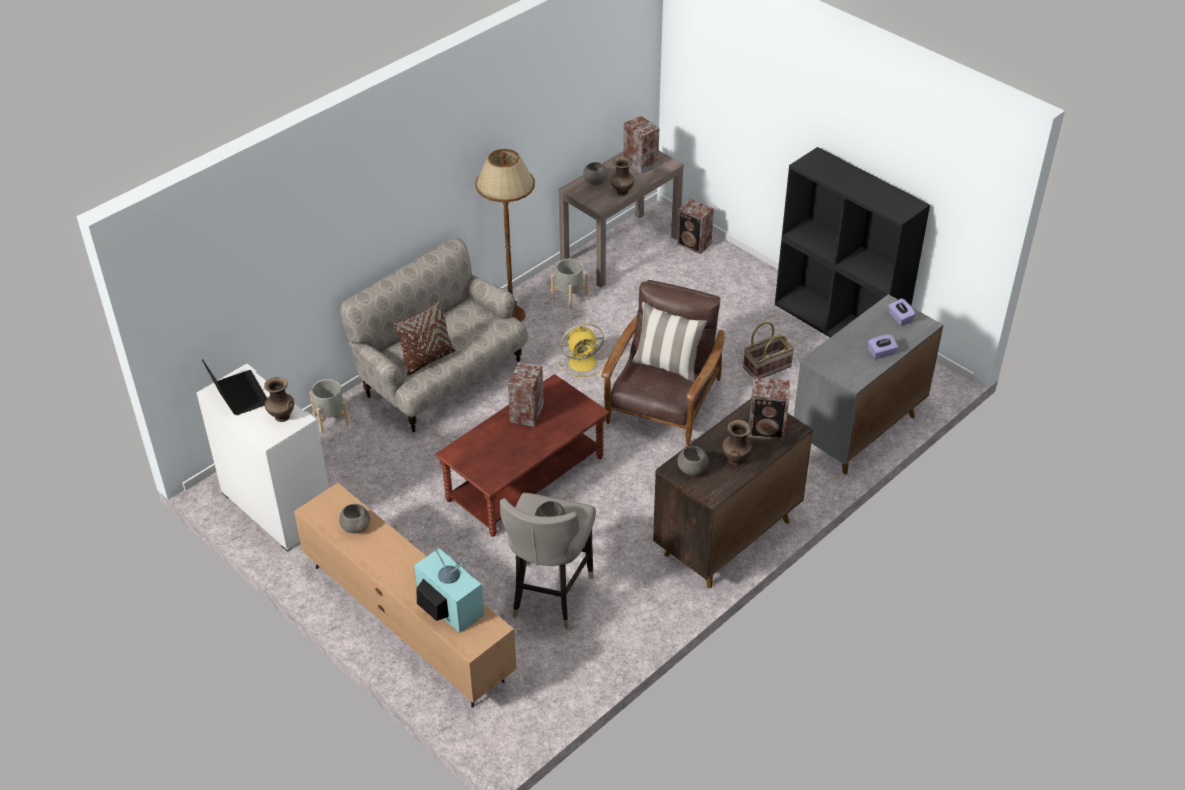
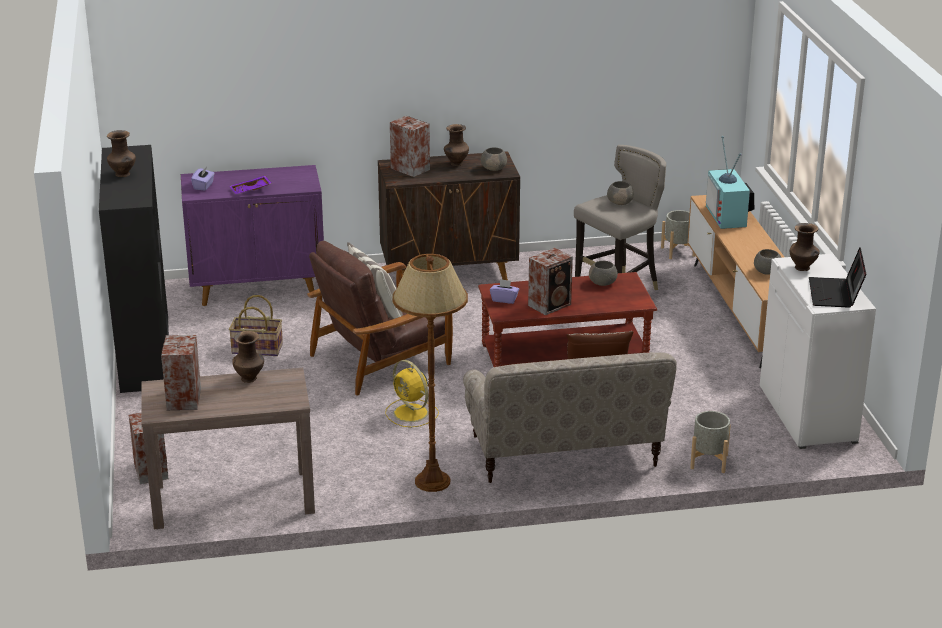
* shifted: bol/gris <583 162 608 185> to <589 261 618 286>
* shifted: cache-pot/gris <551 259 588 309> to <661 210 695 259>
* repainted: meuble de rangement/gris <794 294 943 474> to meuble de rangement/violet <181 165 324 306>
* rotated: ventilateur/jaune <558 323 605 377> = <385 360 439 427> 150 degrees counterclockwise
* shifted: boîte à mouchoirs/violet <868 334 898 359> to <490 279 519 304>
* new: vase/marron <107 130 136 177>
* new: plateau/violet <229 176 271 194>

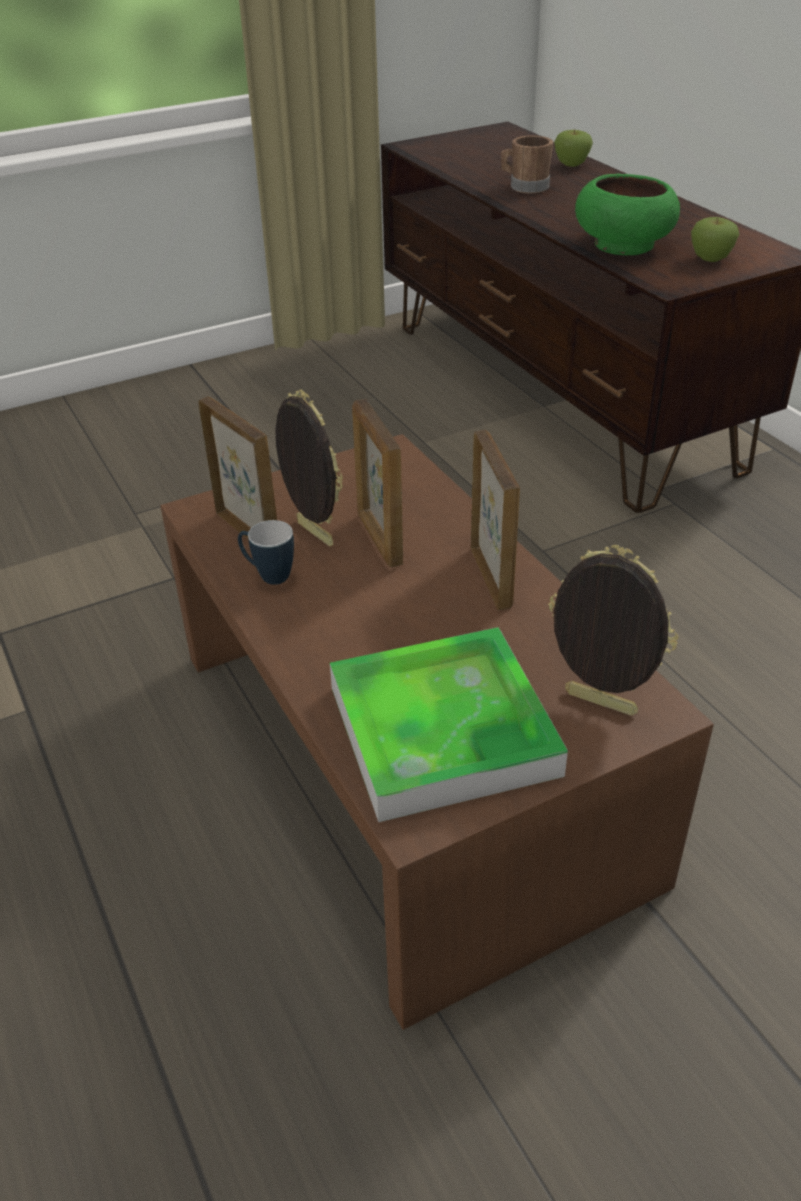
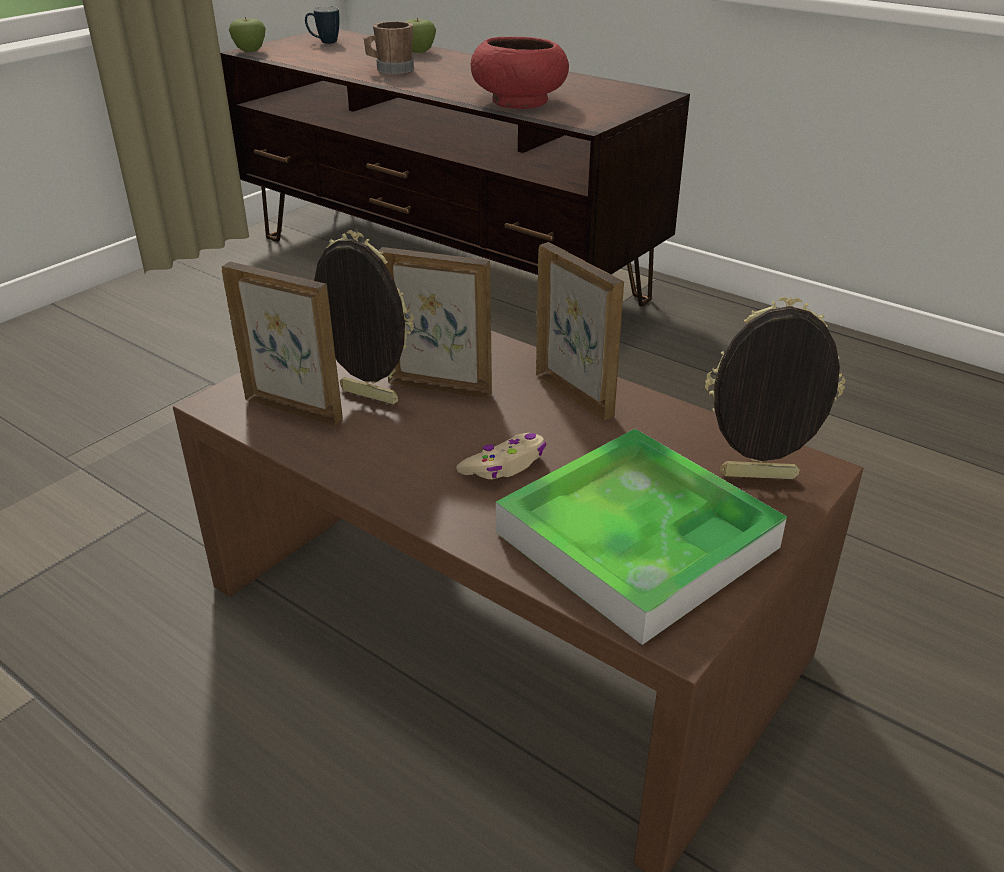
* repainted: bol/vert <575 173 680 255> to bol/rouge <471 37 569 109>
* shifted: pomme <691 217 739 262> to <229 17 266 52>
* rotated: cadre photo <352 399 403 567> = <379 247 492 399> 150 degrees clockwise
* shifted: mug <238 520 294 585> to <305 6 339 44>
* new: manette/beige <456 433 546 479>

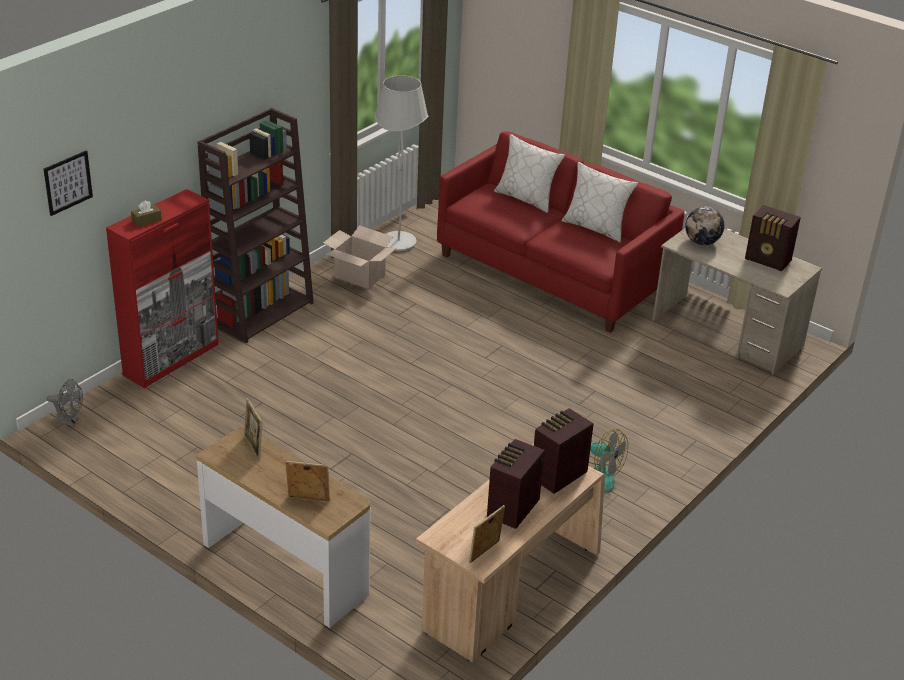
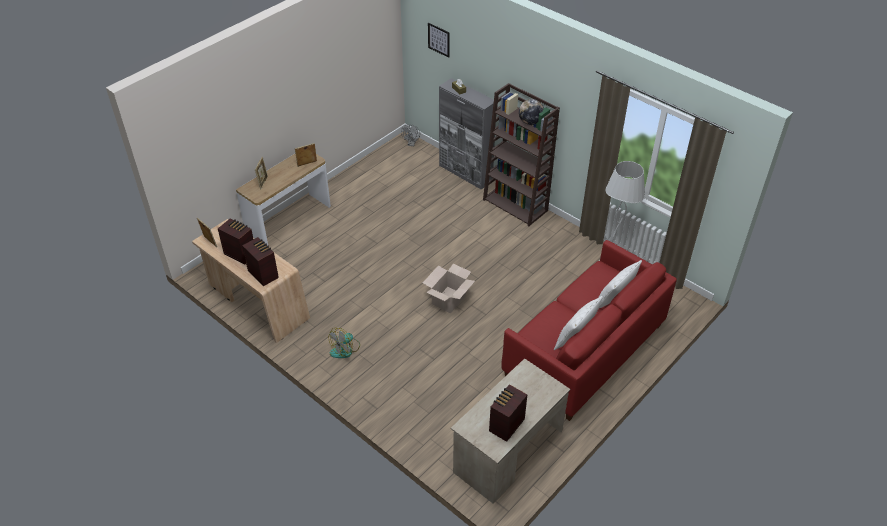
* repainted: meuble de rangement/rouge <106 189 219 388> to meuble de rangement/gris <439 78 496 189>
* shifted: globe <685 206 724 245> to <519 99 544 125>
* shifted: carton <323 225 396 289> to <423 264 475 313>

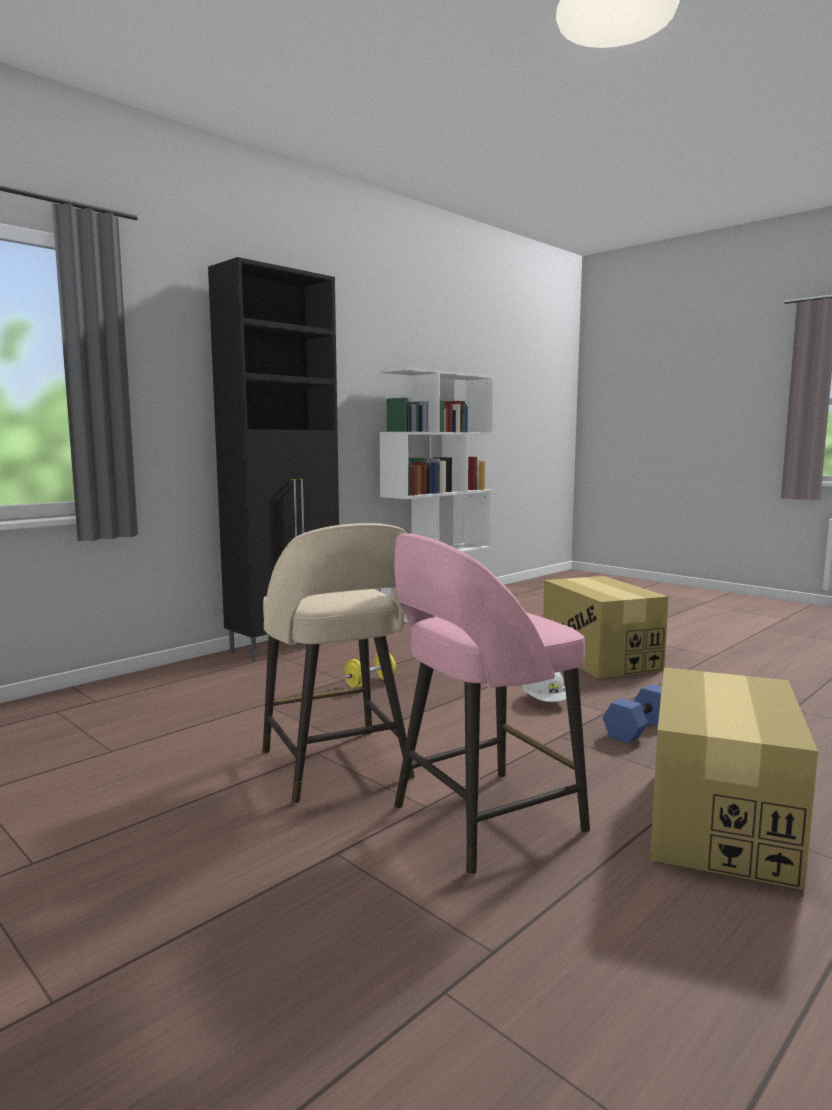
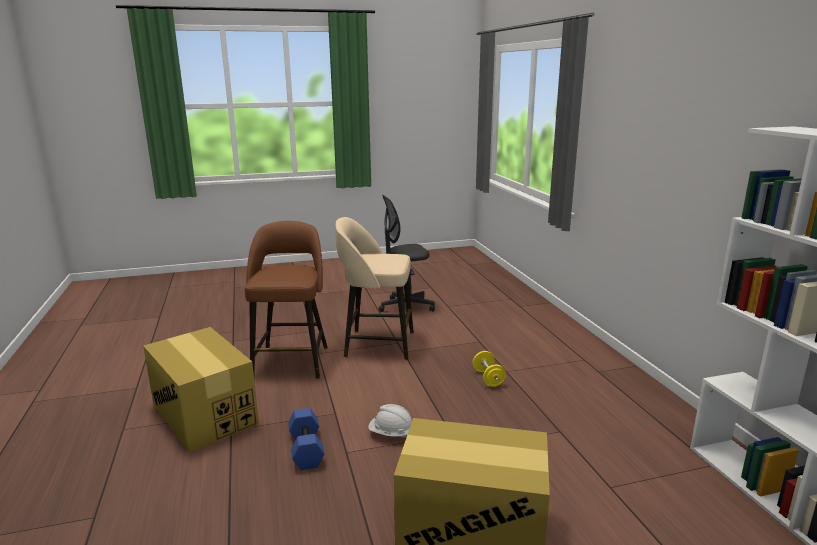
* gone: meuble de rangement/noir <208 257 339 662>
* repainted: tabouret/rose <394 533 590 875> to tabouret/marron <245 221 328 379>
* new: chaise de bureau/gris <379 195 435 314>

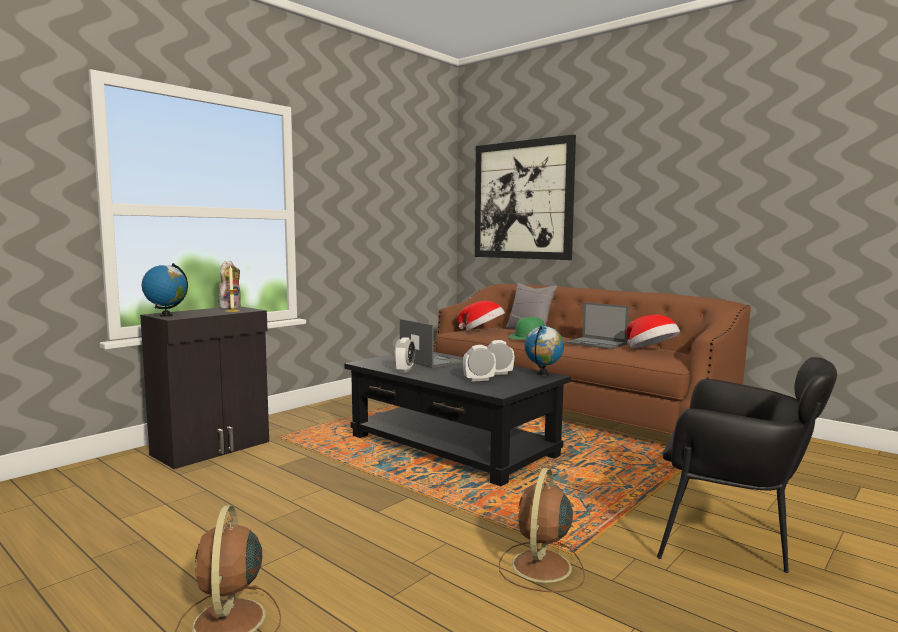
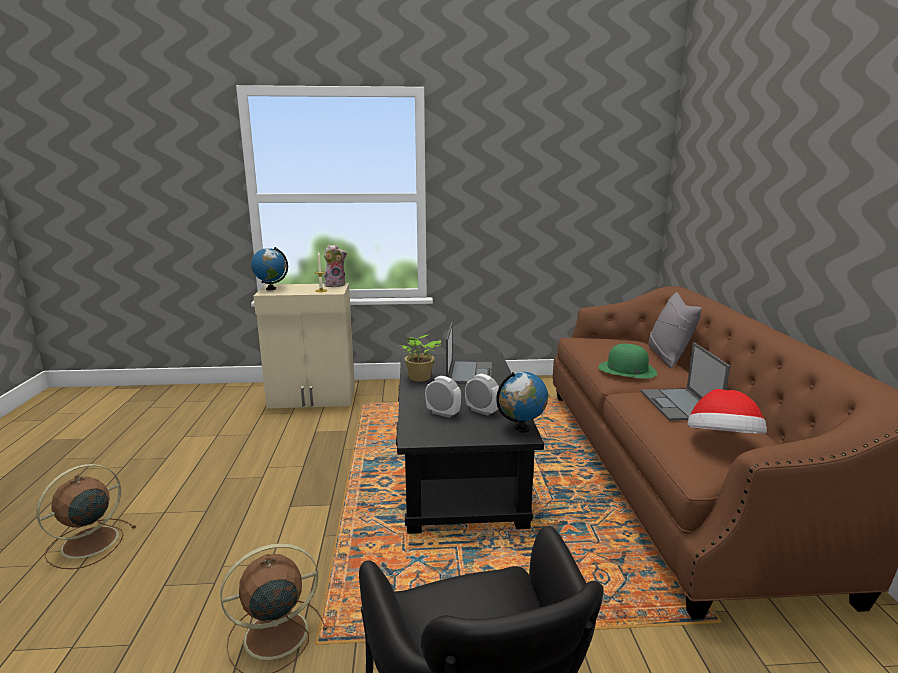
* gone: tableau <475 134 576 260>
* gone: chapeau <458 301 505 331>
* repainted: meuble de rangement/noir <140 307 269 469> to meuble de rangement/beige <254 283 355 408>
* swapped: réveil <394 337 415 373> to plante en pot <400 335 441 382>

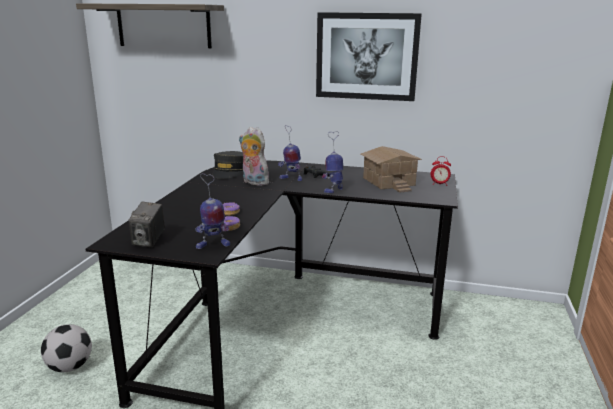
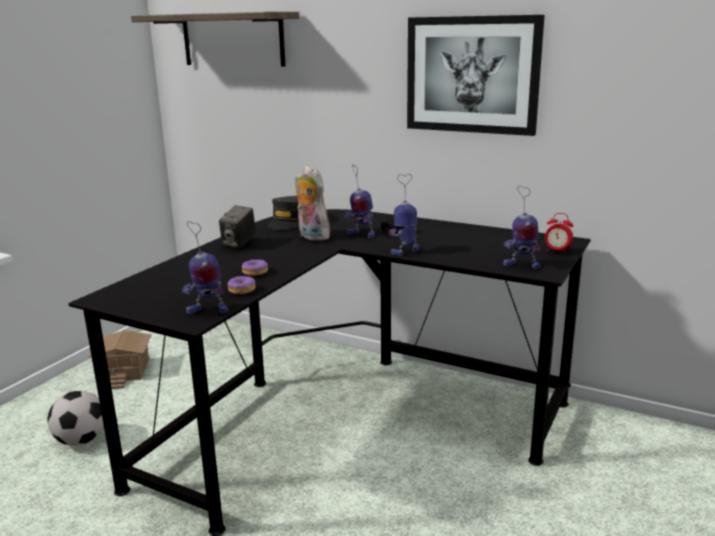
* shifted: maison miniature <361 146 422 193> to <88 330 152 389>
* shifted: appareil photo <128 201 165 247> to <219 205 256 249>
* new: robot jouet <503 185 540 269>

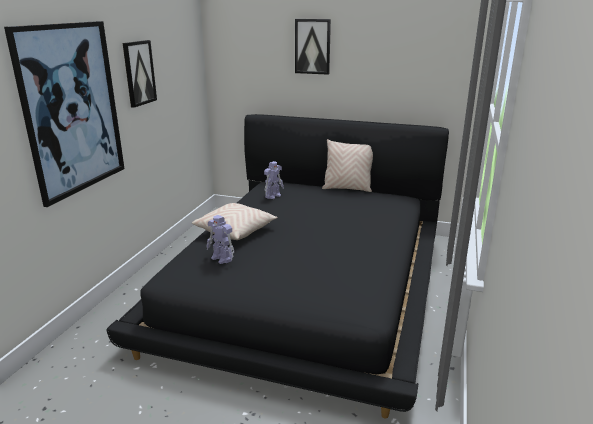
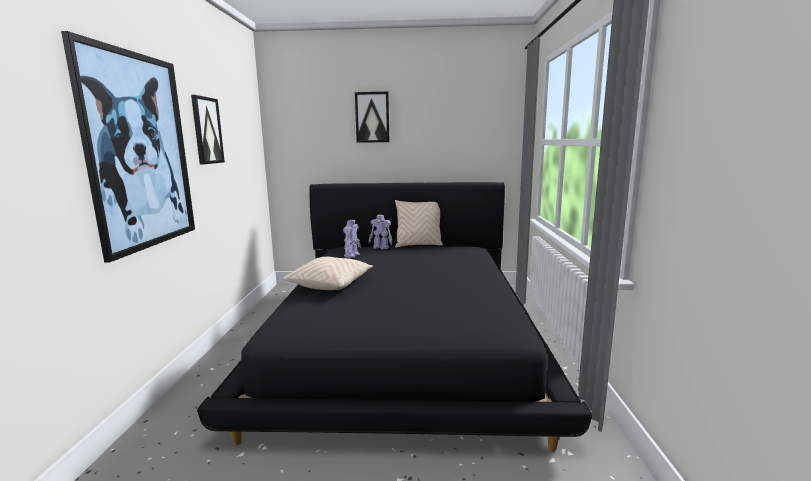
* shifted: robot jouet <207 215 234 264> to <369 215 392 250>

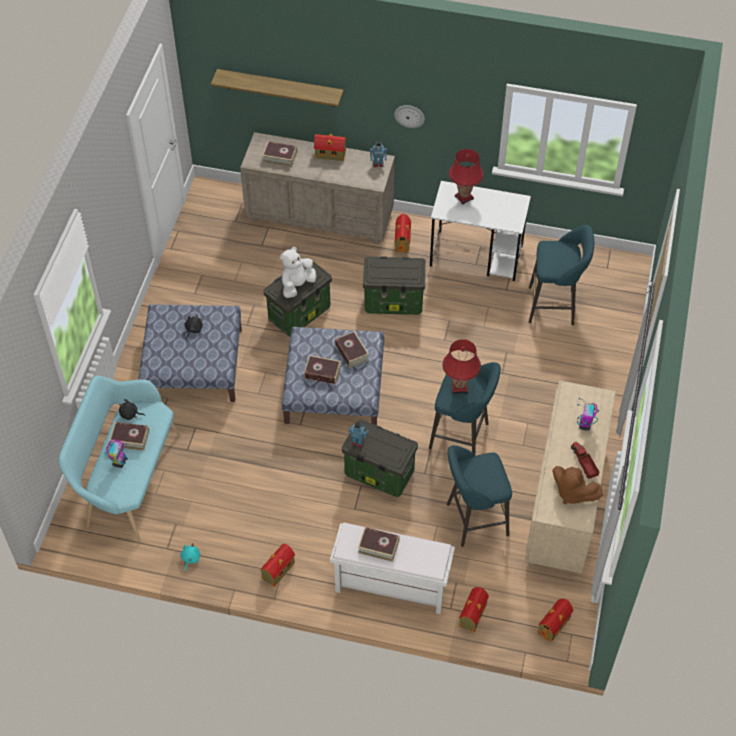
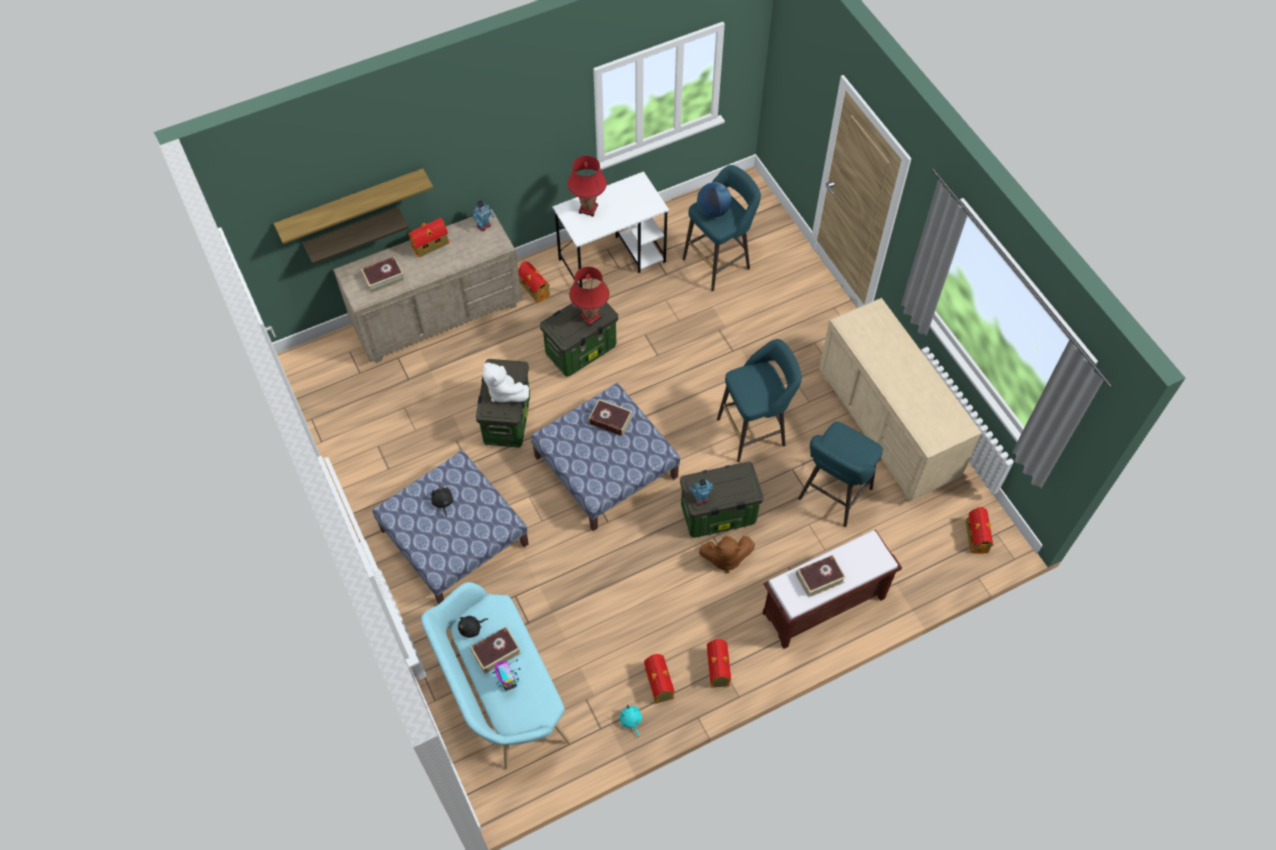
* gone: horloge murale <394 105 425 128>
* rotated: peluche/blanc <280 247 316 298> = <483 362 529 402> 45 degrees counterclockwise
* shifted: lampe de table/rouge <443 339 481 394> to <569 267 609 326>
* gone: livre <304 355 341 384>
* gone: robot jouet <577 398 599 431>
* gone: camion jouet <571 442 599 479>
* shifted: peluche/marron <553 466 603 504> to <699 536 755 573>
* repainted: banc/blanc <330 522 455 614> to banc/marron <763 530 902 649>
* shifted: maison miniature <459 587 489 632> to <644 654 675 704>
* new: globe <697 182 731 217>
* new: étagère <303 207 409 264>

